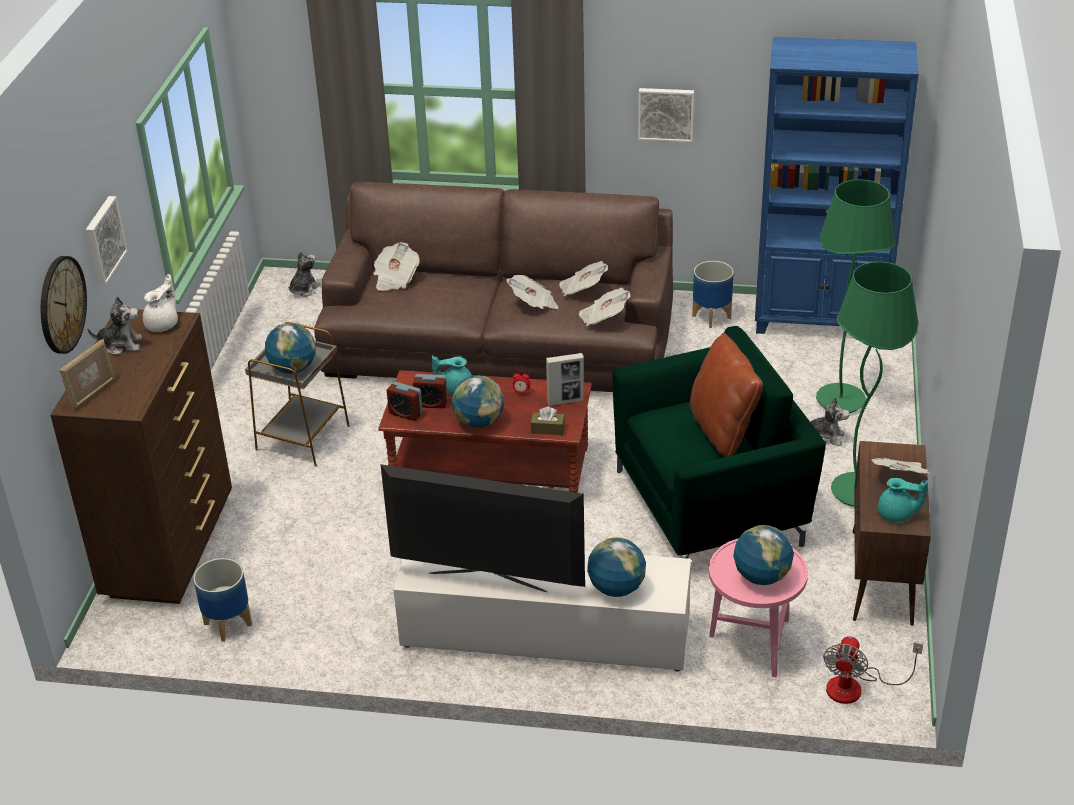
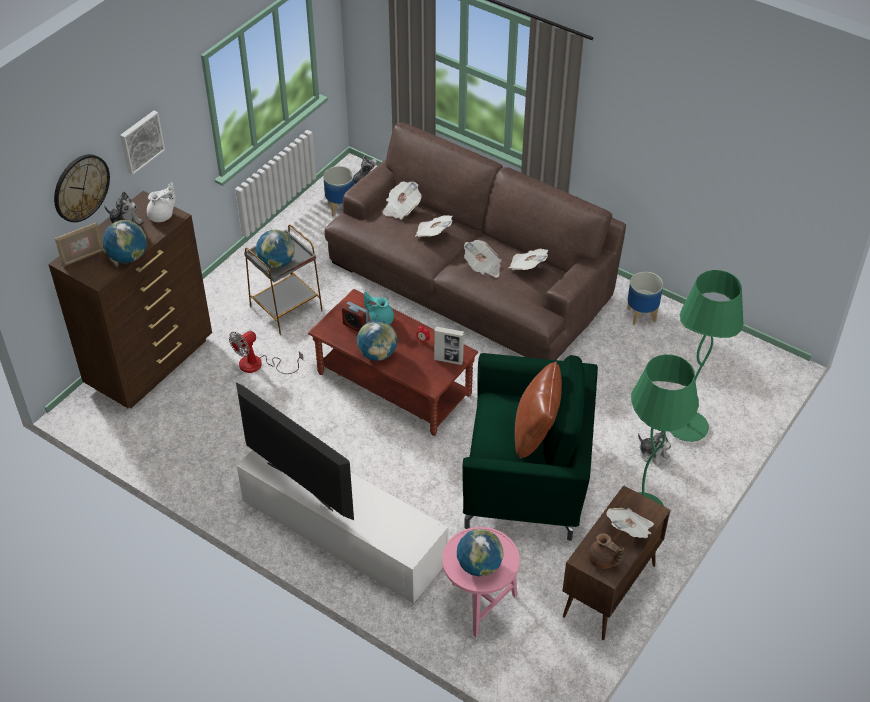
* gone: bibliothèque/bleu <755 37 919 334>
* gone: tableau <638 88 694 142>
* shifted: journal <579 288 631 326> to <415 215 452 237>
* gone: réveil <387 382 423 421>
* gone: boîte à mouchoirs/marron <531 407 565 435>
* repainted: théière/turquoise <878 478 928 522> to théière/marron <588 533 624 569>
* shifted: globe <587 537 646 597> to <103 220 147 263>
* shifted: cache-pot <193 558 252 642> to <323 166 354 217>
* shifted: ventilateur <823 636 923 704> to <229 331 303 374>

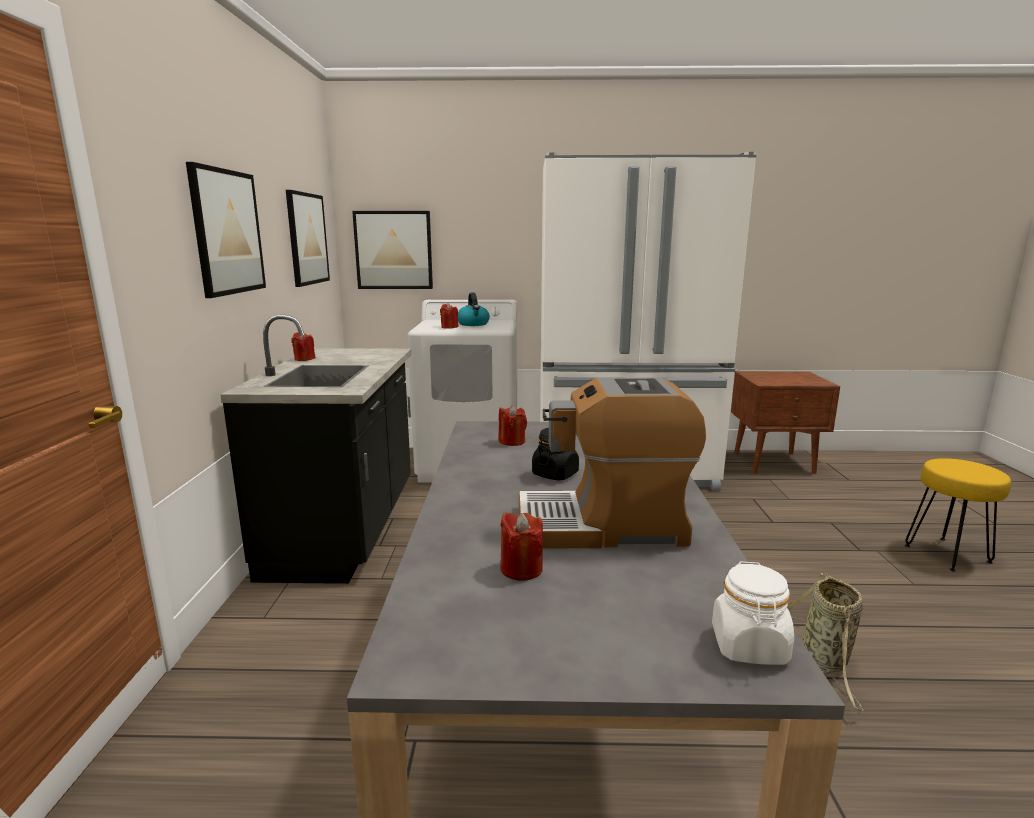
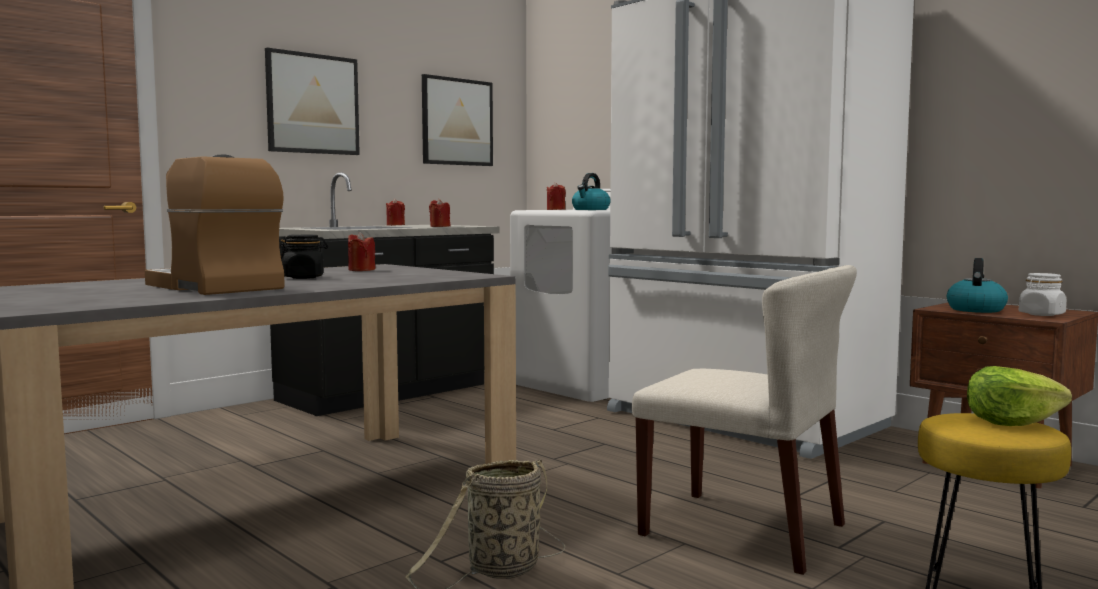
* gone: tableau <352 211 433 289>
* shifted: bougie/rouge <500 512 543 581> to <429 198 450 227>
* shifted: bocal/blanc <712 561 794 665> to <1019 273 1066 316>
* new: bouilloire <947 258 1008 313>
* new: chaise/beige <632 265 857 575>
* new: laitue <967 366 1072 426>

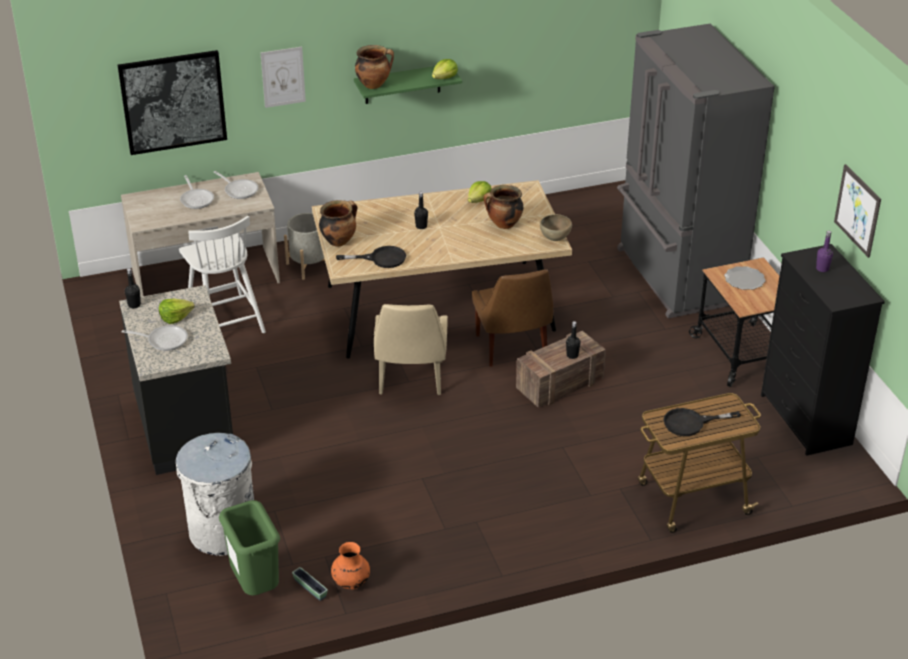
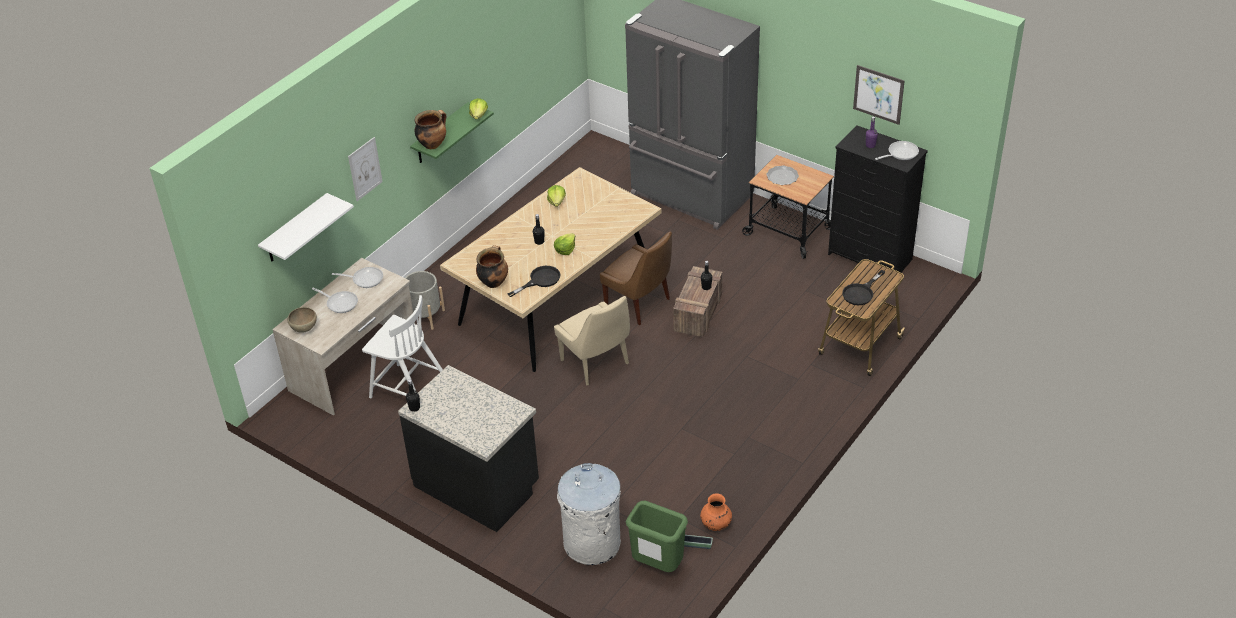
* swapped: tableau <118 50 227 155> to étagère/blanc <258 193 354 262>
* gone: marmite <483 185 523 229>
* shifted: bol/marron <540 214 572 241> to <287 307 317 333>
* shifted: laitue <159 299 195 324> to <554 233 575 255>
* shifted: poêle <122 325 188 351> to <875 141 919 160>

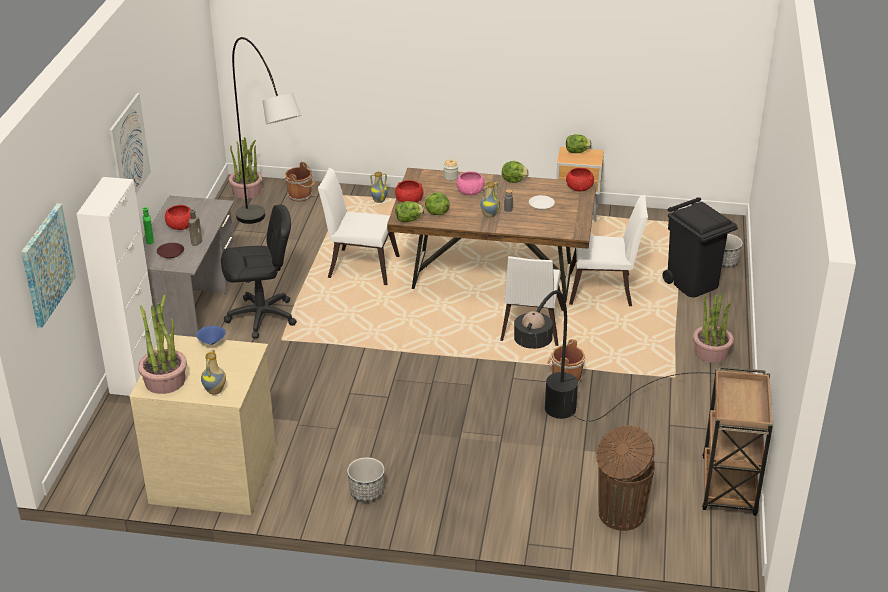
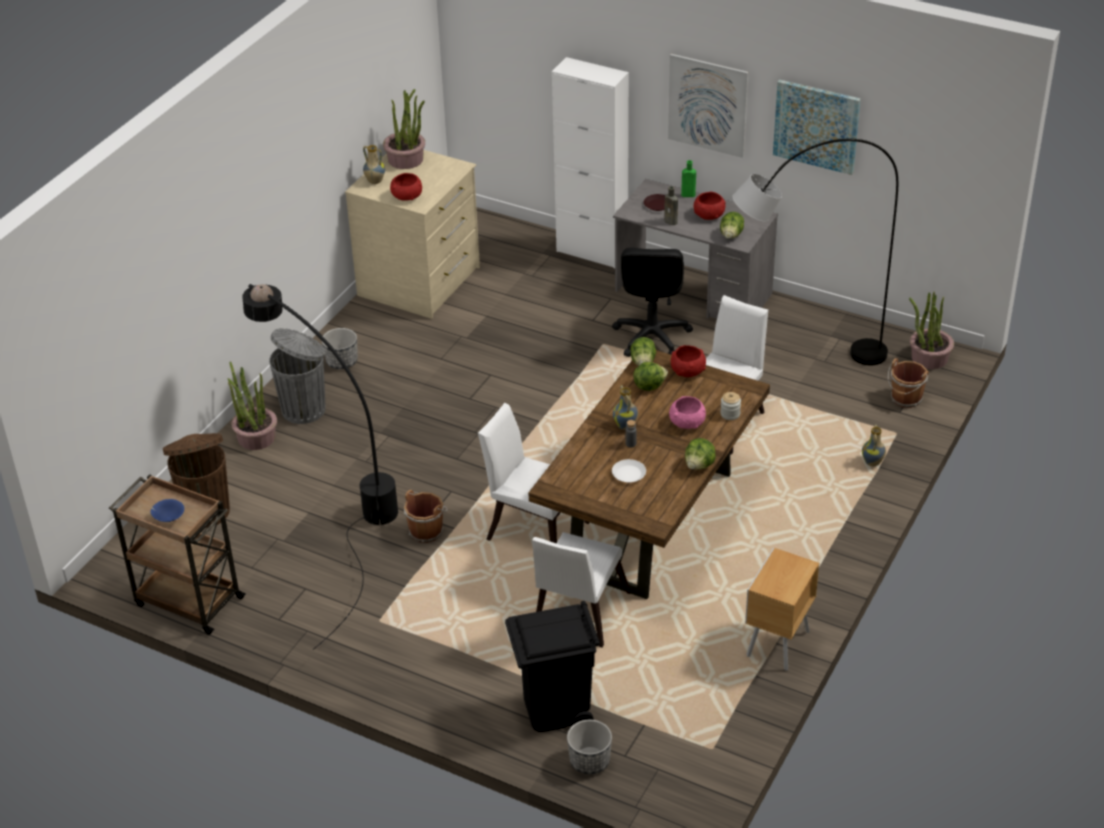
* shifted: laitue <566 134 592 153> to <720 212 744 239>
* shifted: bol/rouge <566 168 594 191> to <390 173 422 201>
* shifted: tableau <21 203 76 328> to <773 80 861 175>
* shifted: plante en pot <693 294 734 363> to <227 362 277 450>
* shifted: bol/bleu <196 326 226 345> to <150 499 184 522>
* new: poubelle/gris <269 328 325 424>

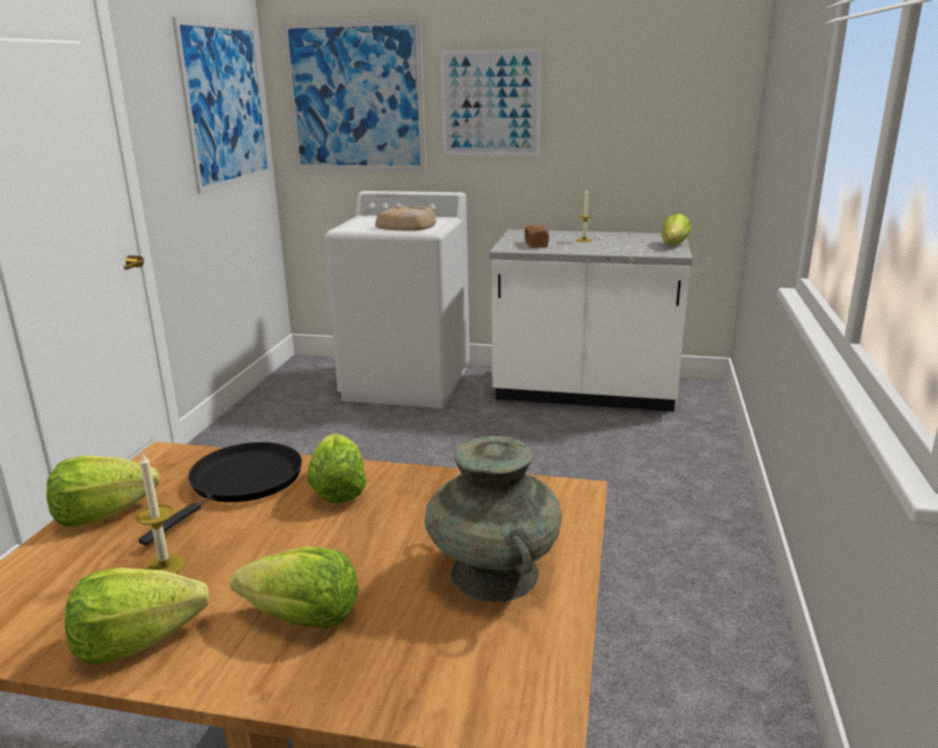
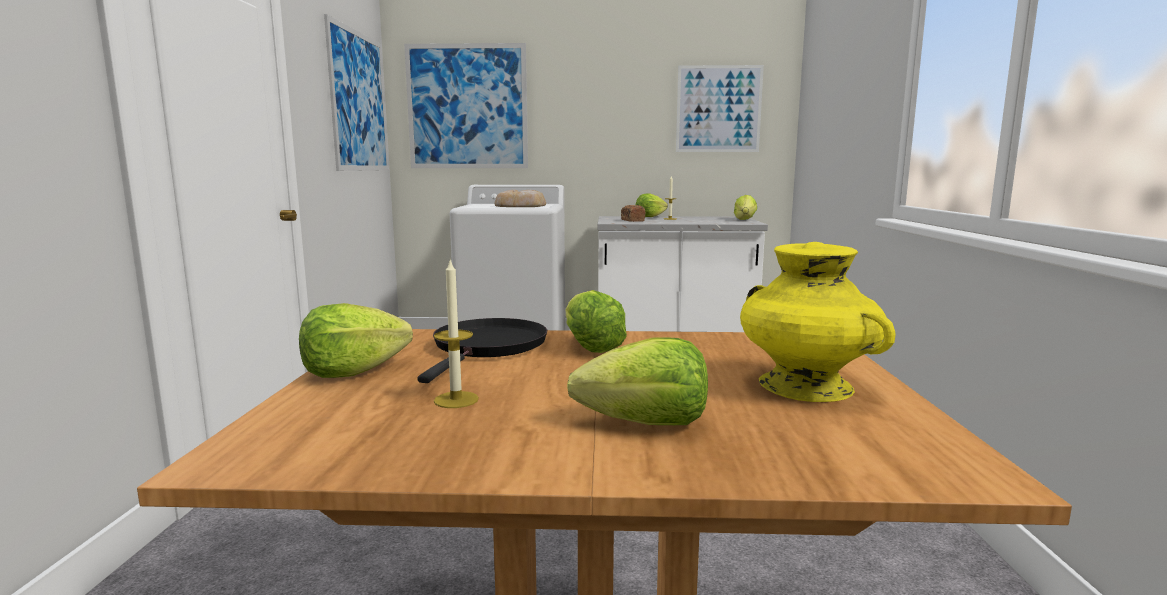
* shifted: tableau <440 48 541 155> to <676 65 764 152>
* repainted: vase/turquoise <425 436 562 602> to vase/jaune <740 242 896 402>
* shifted: laitue <64 568 210 664> to <636 193 668 217>

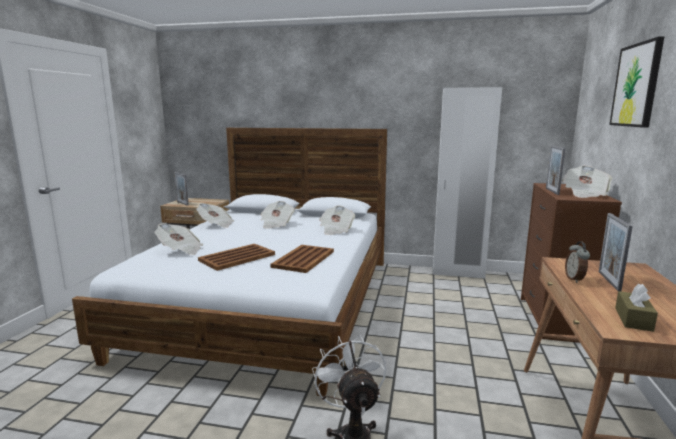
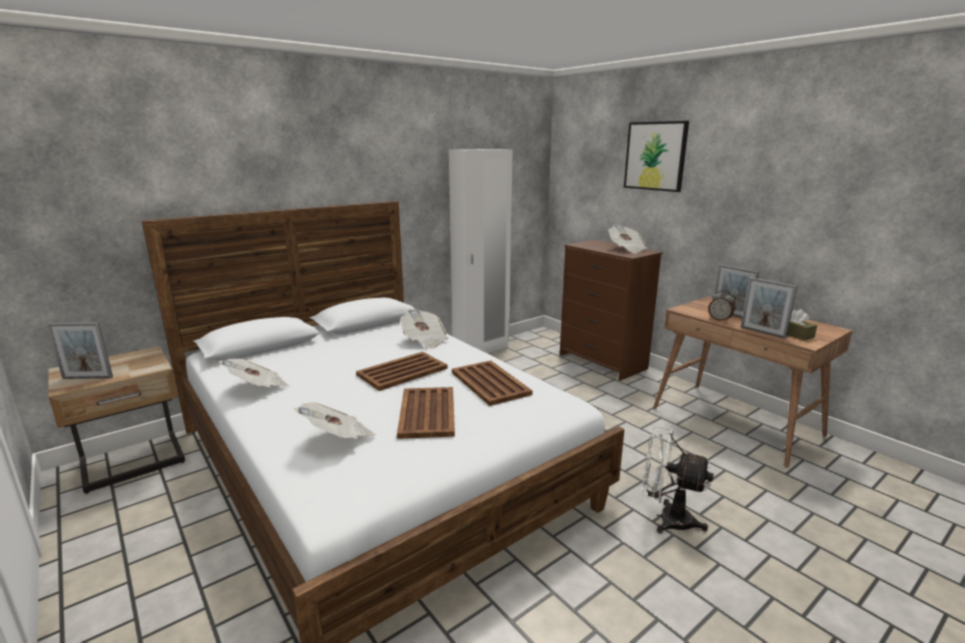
* shifted: cadre photo <546 145 565 195> to <741 277 797 339>
* gone: journal <261 201 295 229>
* new: plateau/marron <356 352 448 391>

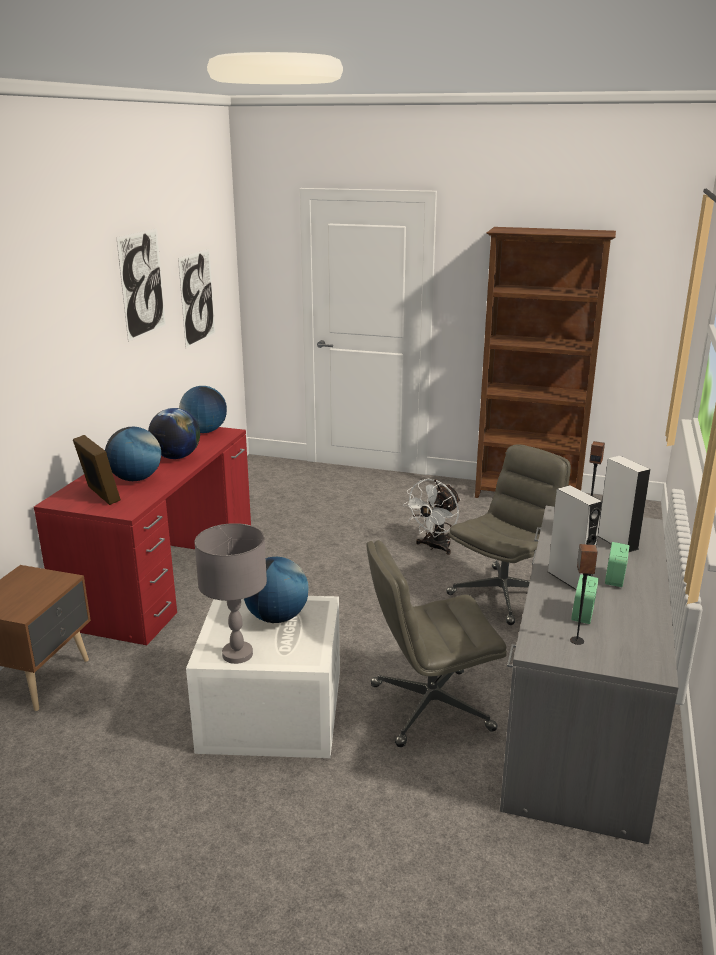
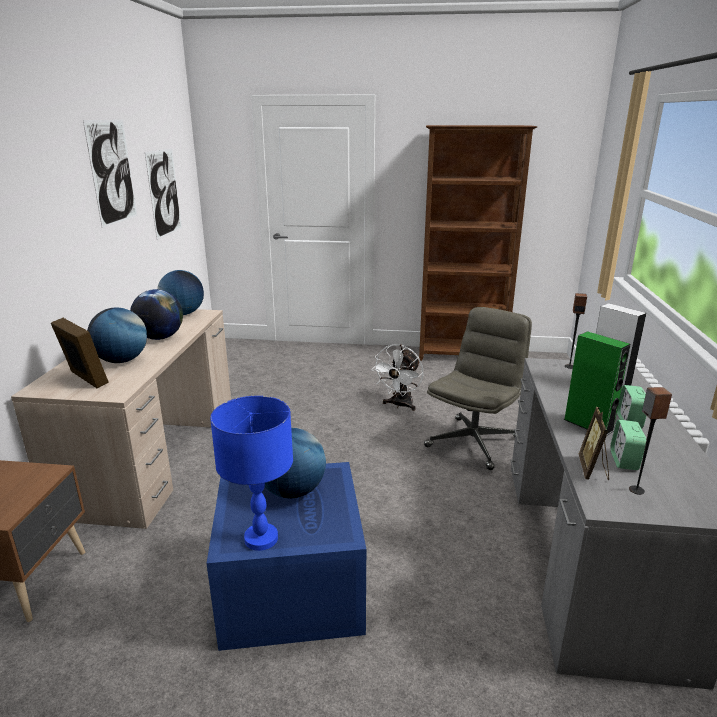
* repainted: bureau/rouge <34 427 251 645> to bureau/beige <11 309 231 529>
* repainted: enceinte/gris <548 485 602 590> to enceinte/vert <564 331 630 436>
* repainted: lampe de table/gris <194 523 267 664> to lampe de table/bleu <210 396 293 551>
* gone: chaise de bureau/gris <366 540 507 747>
* repainted: boîte de rangement/blanc <186 596 340 758> to boîte de rangement/bleu <206 462 366 651>
* new: cadre photo <579 407 609 480>

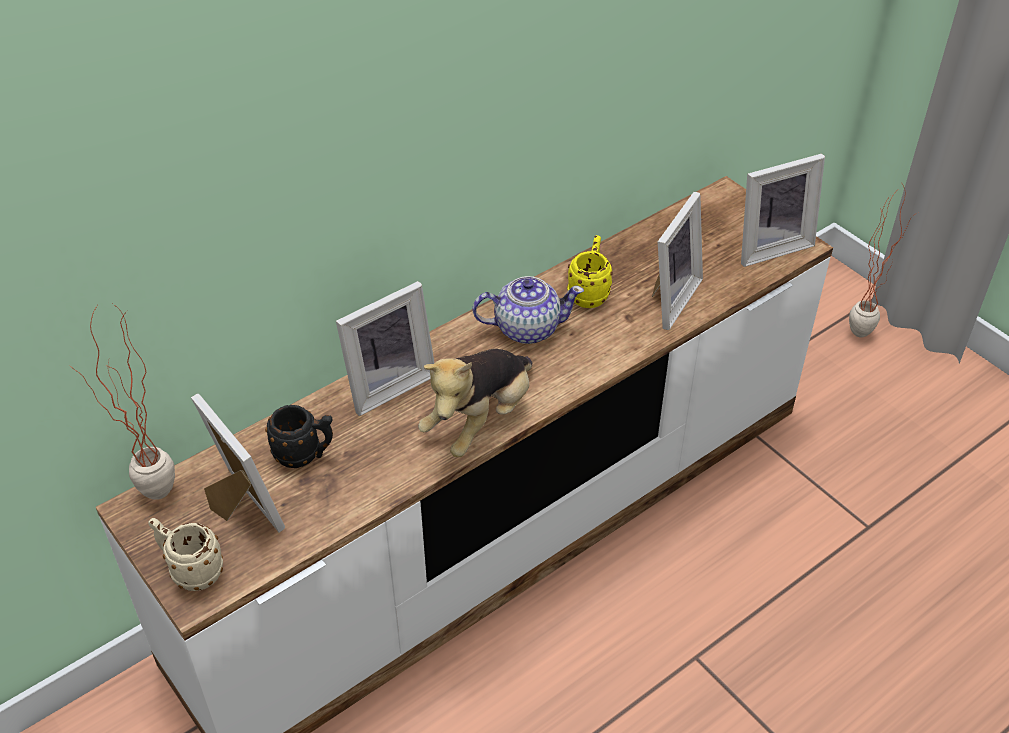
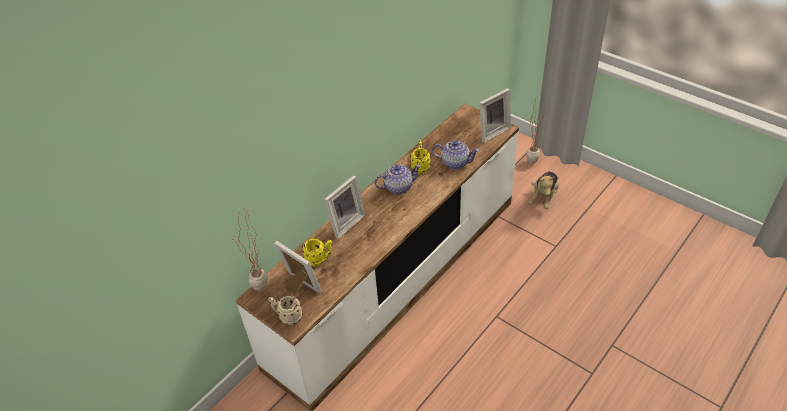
* swapped: cadre photo <652 192 703 330> to théière <432 140 480 169>
* shifted: peluche <418 349 532 457> to <529 172 560 209>
* repainted: mug/noir <265 405 333 468> to mug/jaune <302 239 332 266>

